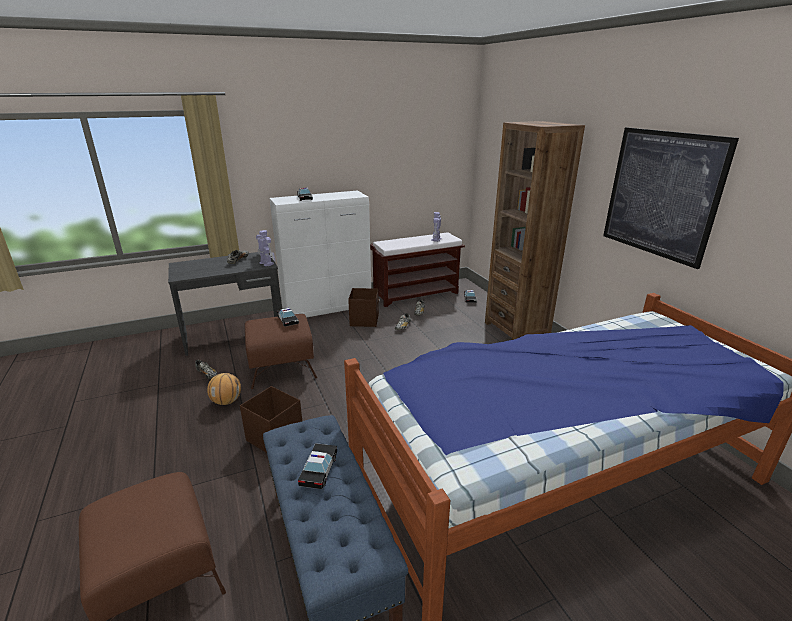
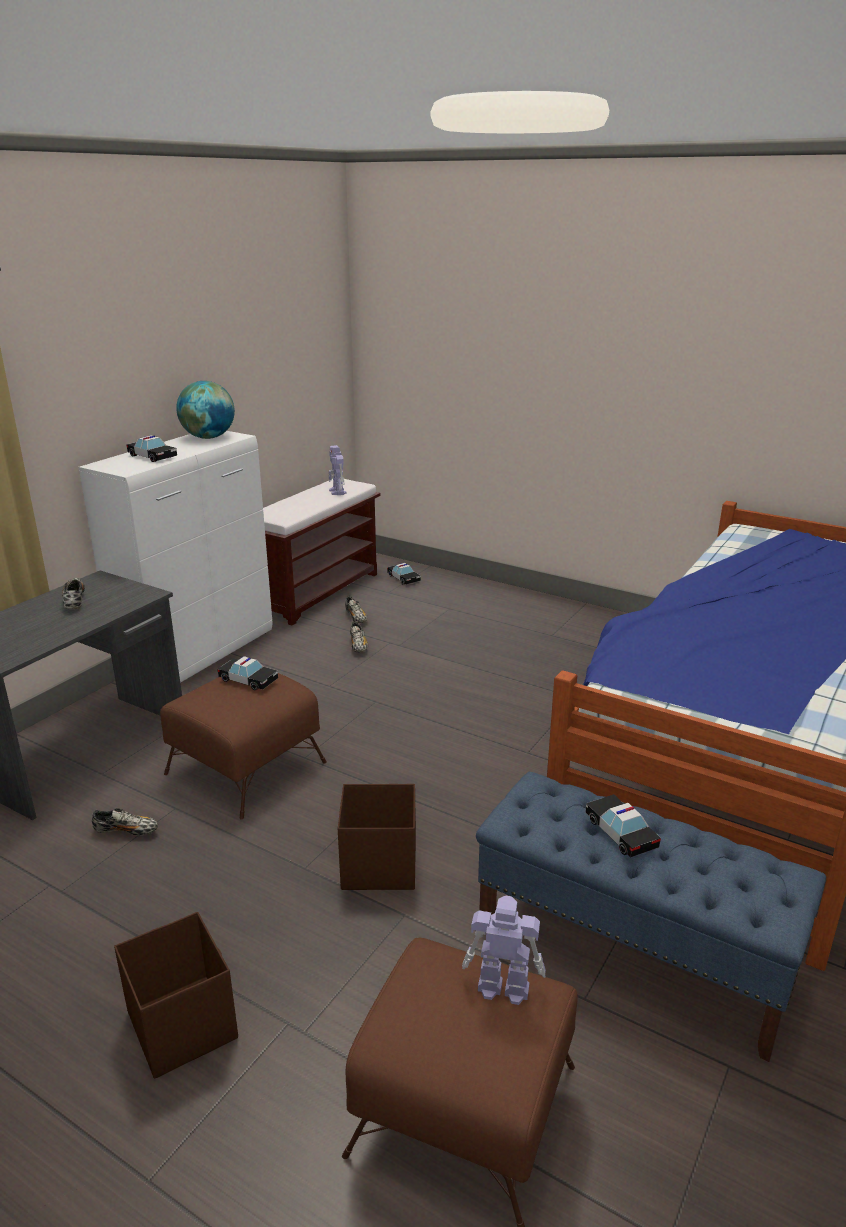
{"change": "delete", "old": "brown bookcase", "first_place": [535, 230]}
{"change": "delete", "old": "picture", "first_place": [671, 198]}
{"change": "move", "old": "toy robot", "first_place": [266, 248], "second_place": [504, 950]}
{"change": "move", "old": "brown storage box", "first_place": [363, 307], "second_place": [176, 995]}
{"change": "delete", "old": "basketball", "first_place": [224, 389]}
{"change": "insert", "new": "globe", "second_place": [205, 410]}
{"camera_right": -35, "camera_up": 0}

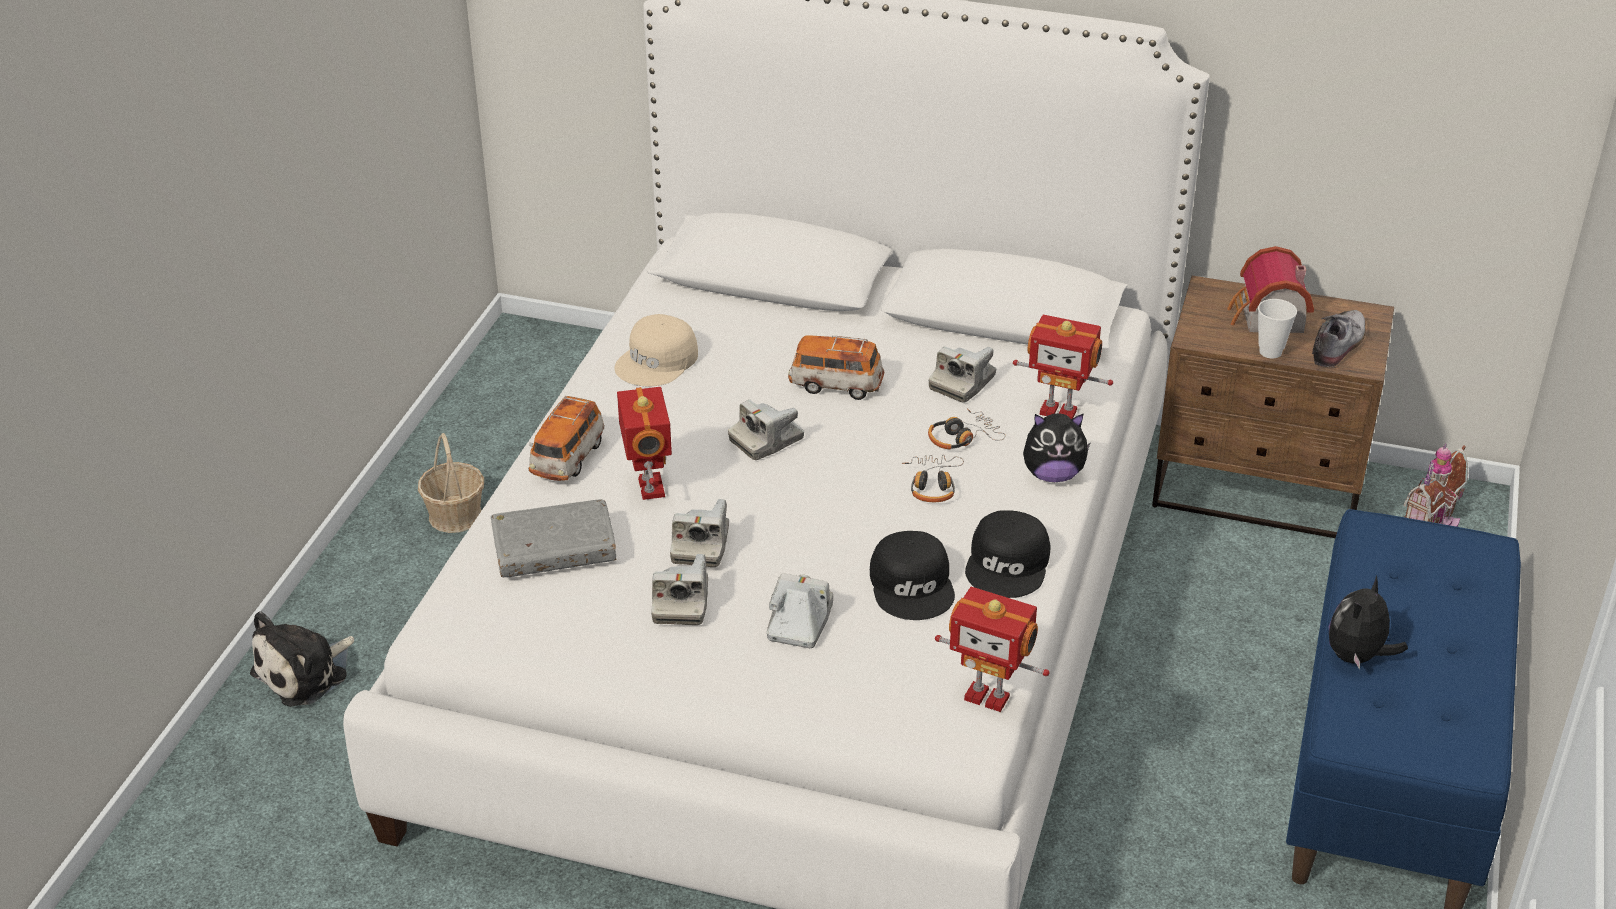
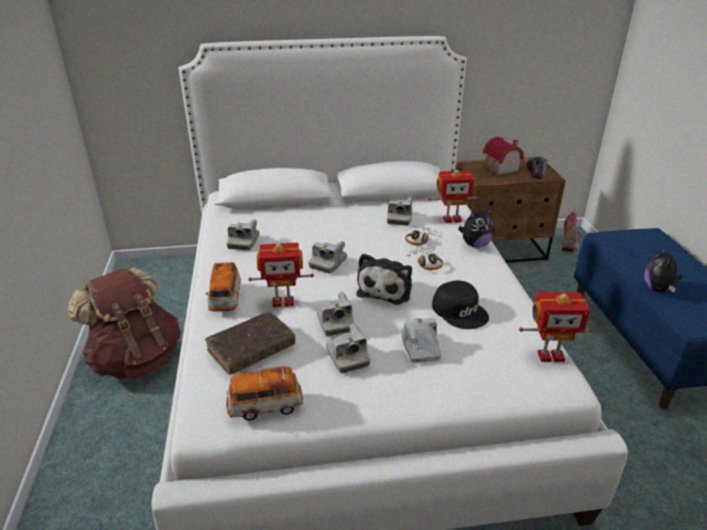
{"change": "delete", "old": "cup", "first_place": [1277, 329]}
{"change": "replace", "old": "beige cap", "new": "photo camera", "first_place": [656, 350], "second_place": [243, 235]}
{"change": "move", "old": "toy car", "first_place": [836, 367], "second_place": [264, 393]}
{"change": "rotate", "old": "toy robot", "first_place": [644, 443], "second_place": [281, 275], "degrees": 120}
{"change": "replace", "old": "basket", "new": "brown backpack", "first_place": [451, 483], "second_place": [124, 323]}
{"change": "recolor", "old": "grey book", "new": "brown book", "first_place": [553, 538], "second_place": [250, 343]}
{"change": "delete", "old": "black cap", "first_place": [1007, 554]}
{"change": "move", "old": "plush toy", "first_place": [302, 659], "second_place": [384, 279]}
{"camera_right": -25, "camera_up": -5}

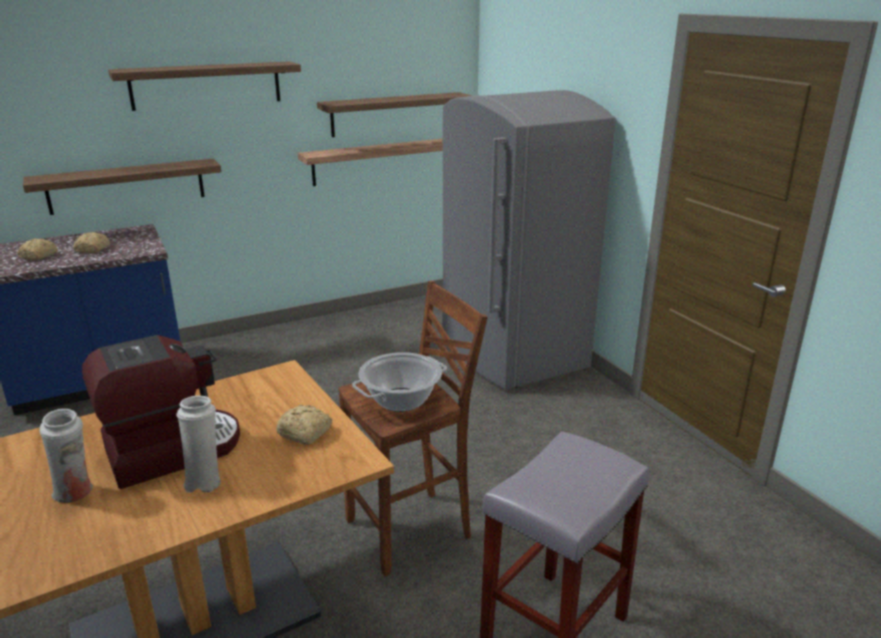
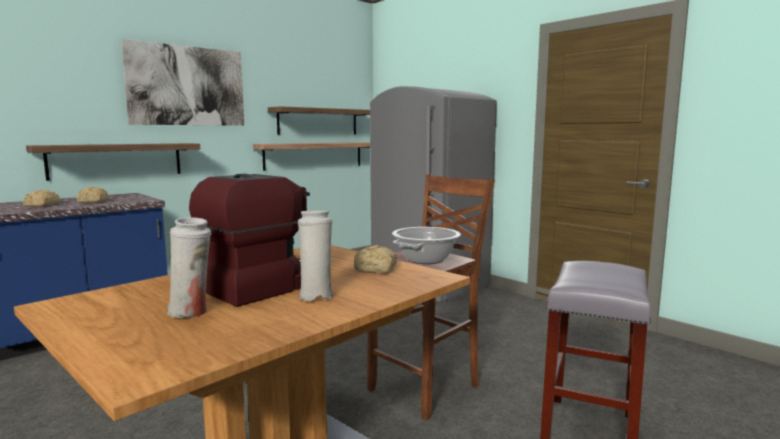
{"change": "replace", "old": "shelf", "new": "picture", "first_place": [204, 86], "second_place": [182, 82]}
{"camera_right": -15, "camera_up": -15}

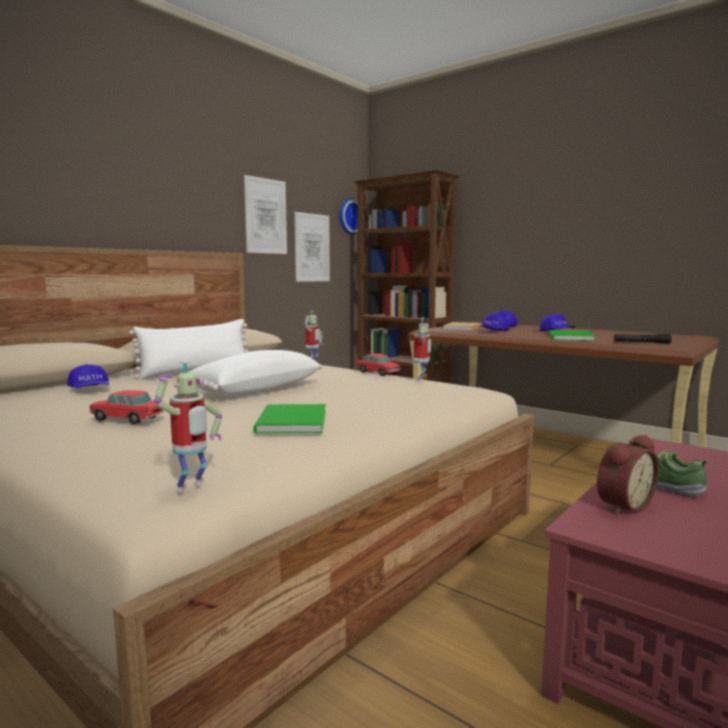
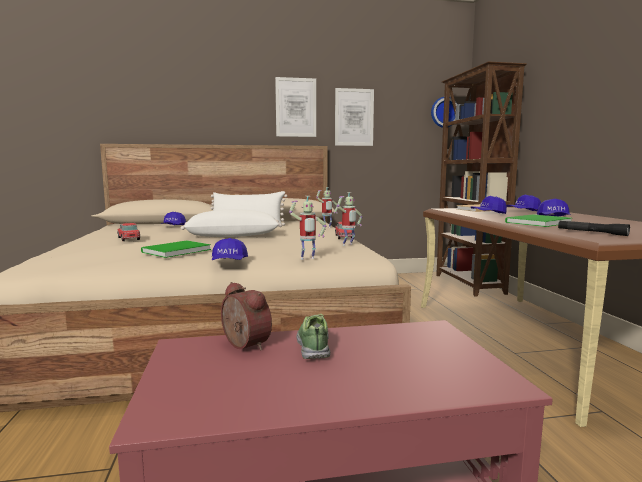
{"change": "move", "old": "picture", "first_place": [312, 247], "second_place": [295, 107]}
{"change": "move", "old": "toy robot", "first_place": [188, 427], "second_place": [307, 228]}
{"change": "rotate", "old": "alarm clock", "first_place": [628, 475], "second_place": [246, 316], "degrees": -135}
{"change": "insert", "new": "blue cap", "second_place": [230, 249]}
{"camera_right": 40, "camera_up": 0}

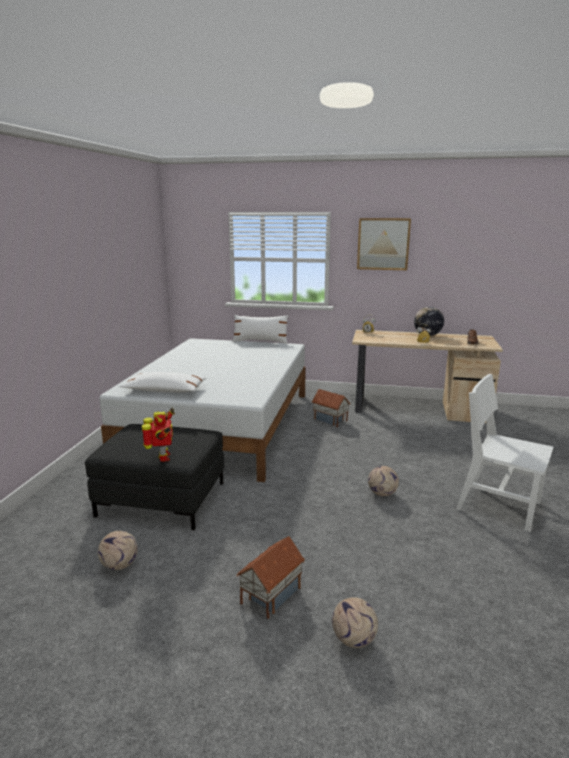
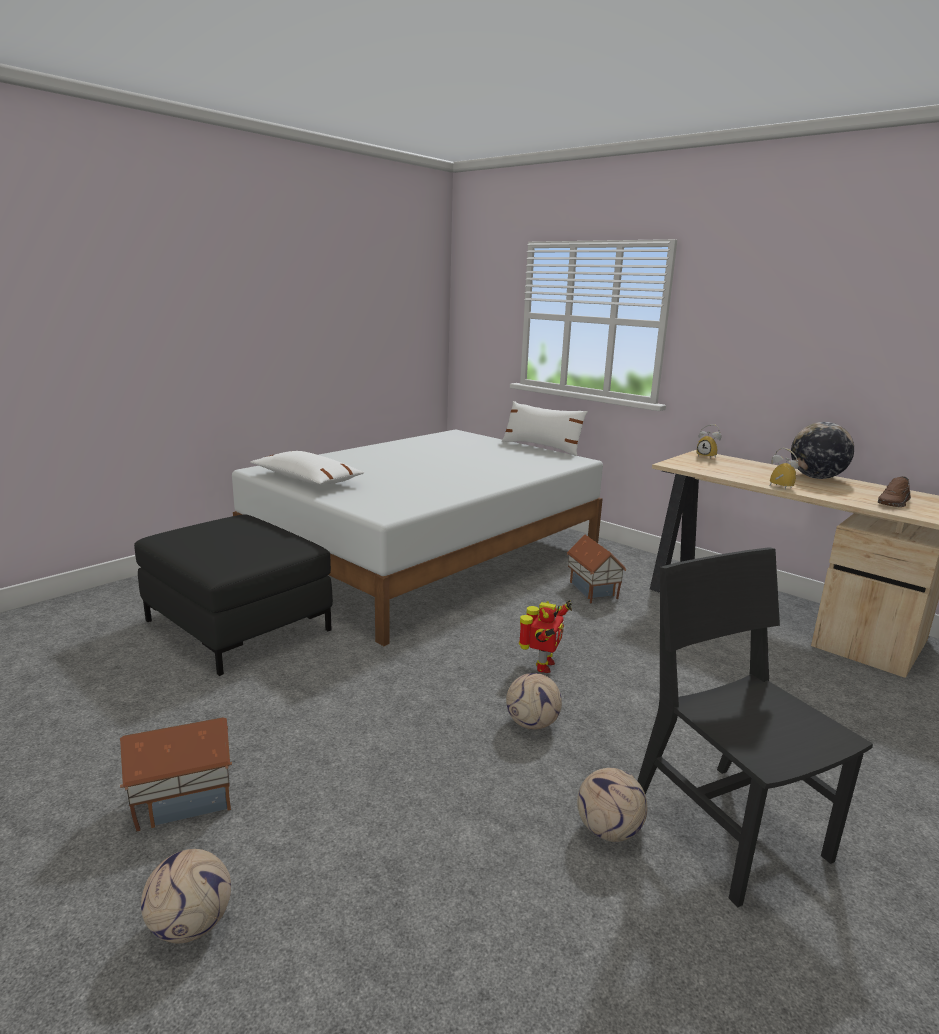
{"change": "delete", "old": "picture", "first_place": [384, 244]}
{"change": "recolor", "old": "white chair", "new": "black chair", "first_place": [504, 453], "second_place": [755, 727]}
{"change": "move", "old": "toy robot", "first_place": [158, 435], "second_place": [545, 636]}
{"change": "move", "old": "football", "first_place": [118, 550], "second_place": [612, 805]}
{"camera_right": 30, "camera_up": 0}

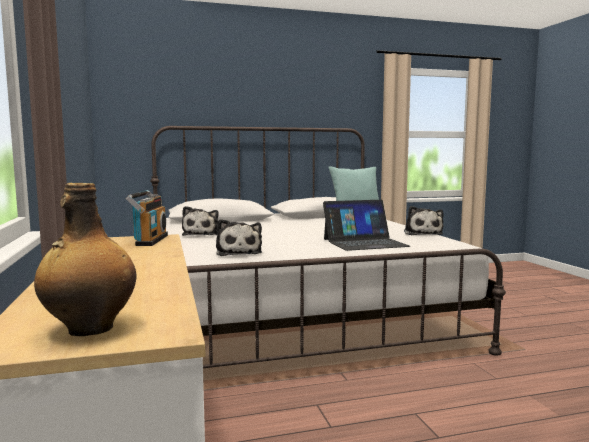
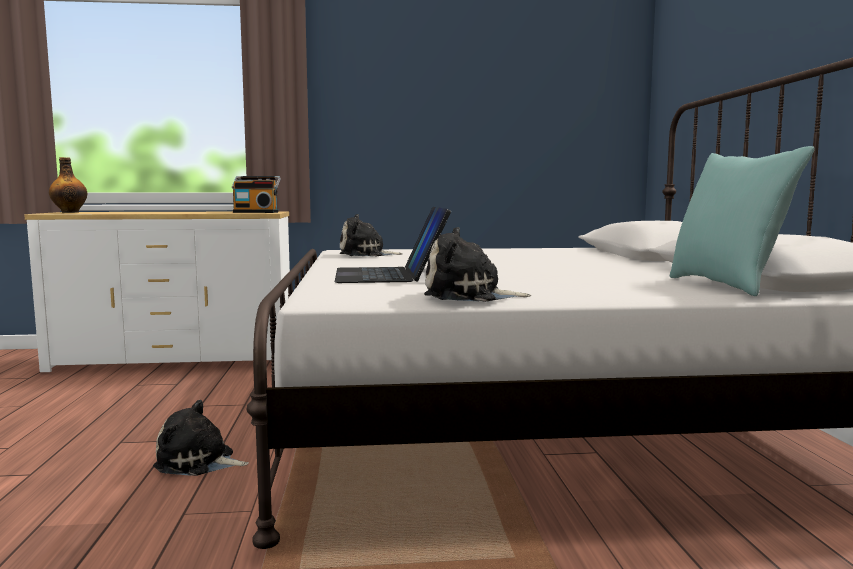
{"change": "move", "old": "plush toy", "first_place": [200, 221], "second_place": [201, 438]}
{"camera_right": 100, "camera_up": 0}

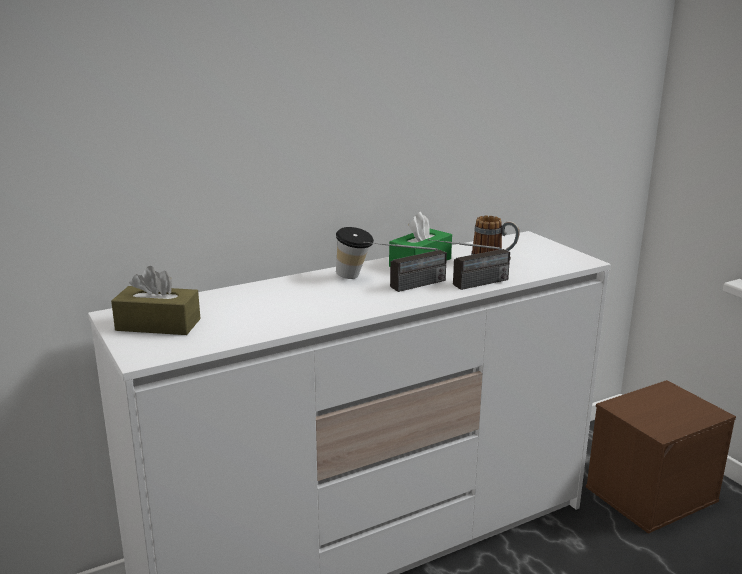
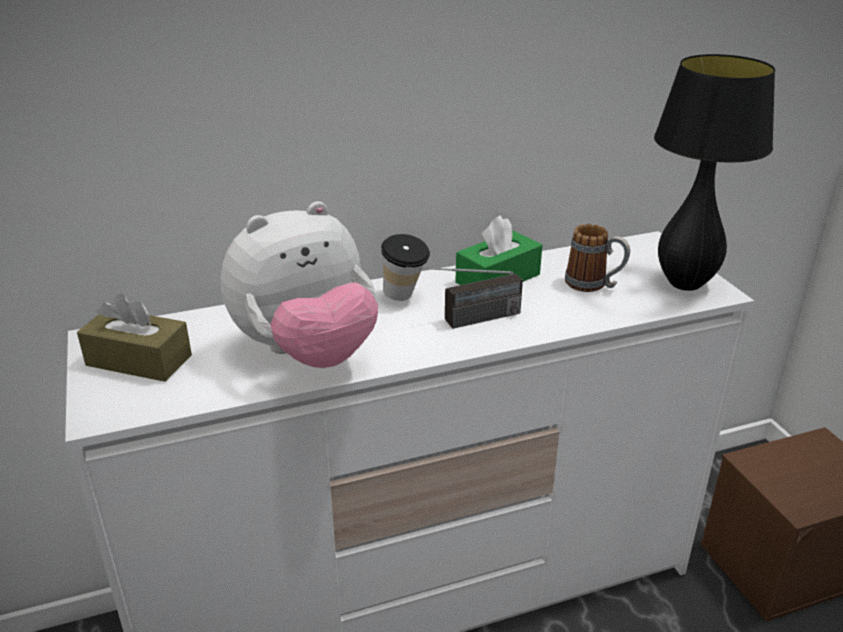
{"change": "delete", "old": "radio", "first_place": [469, 264]}
{"change": "insert", "new": "black table lamp", "second_place": [714, 172]}
{"change": "insert", "new": "plush toy", "second_place": [299, 284]}
{"camera_right": 10, "camera_up": 10}

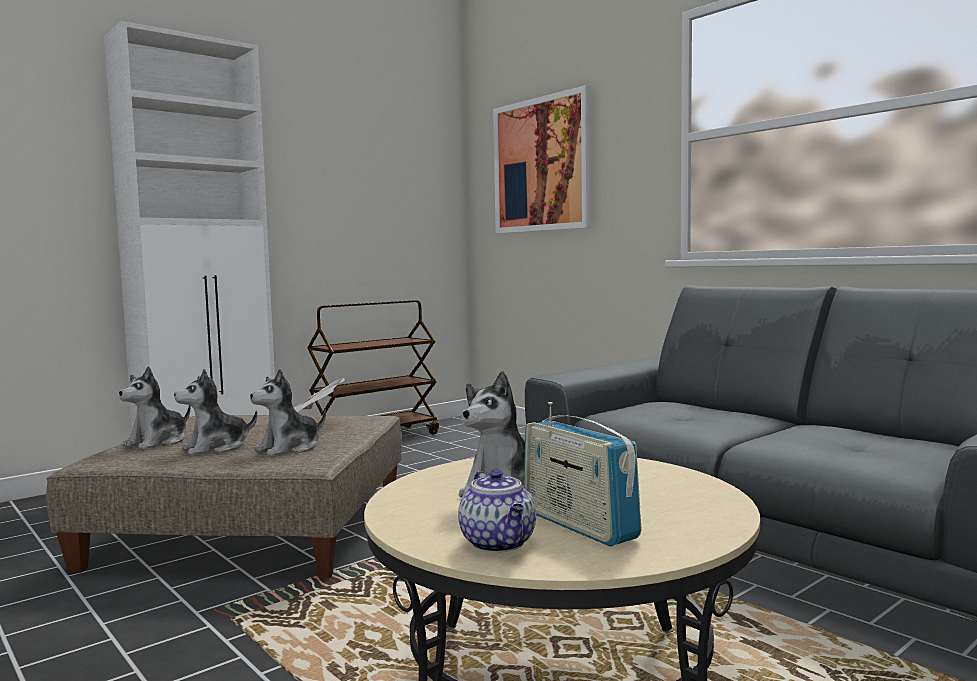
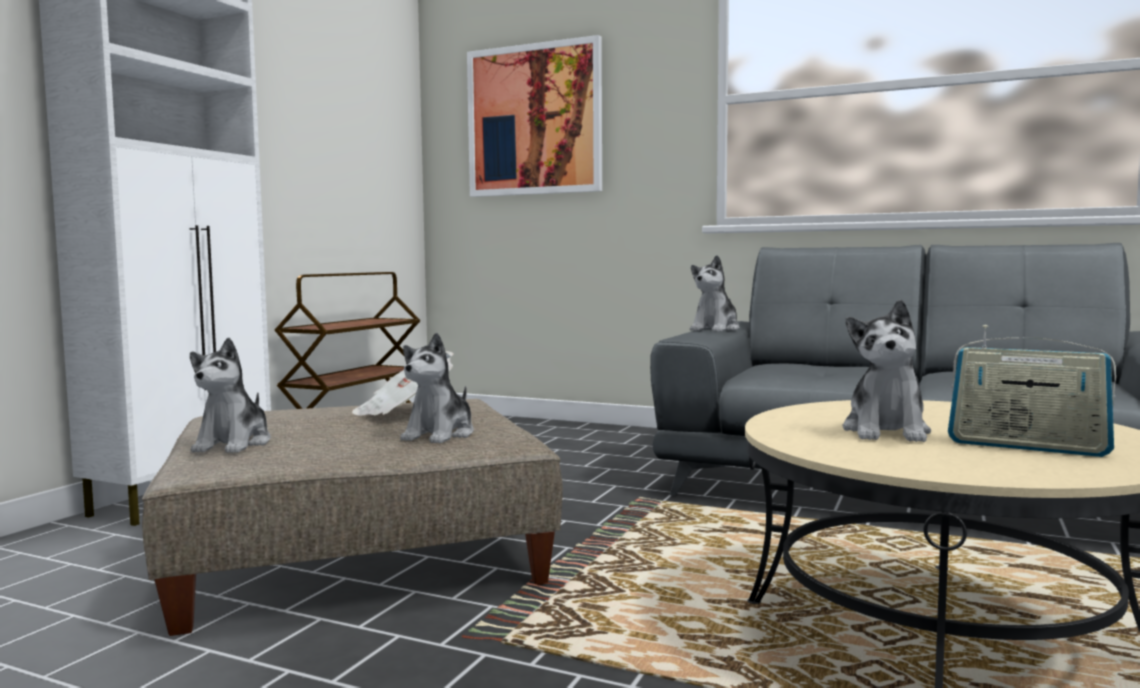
{"change": "move", "old": "plush toy", "first_place": [215, 412], "second_place": [714, 293]}
{"change": "delete", "old": "teapot", "first_place": [497, 511]}
{"camera_right": -25, "camera_up": 0}

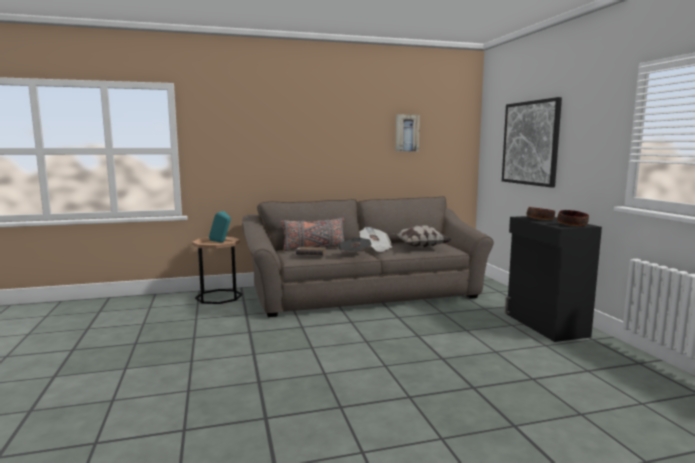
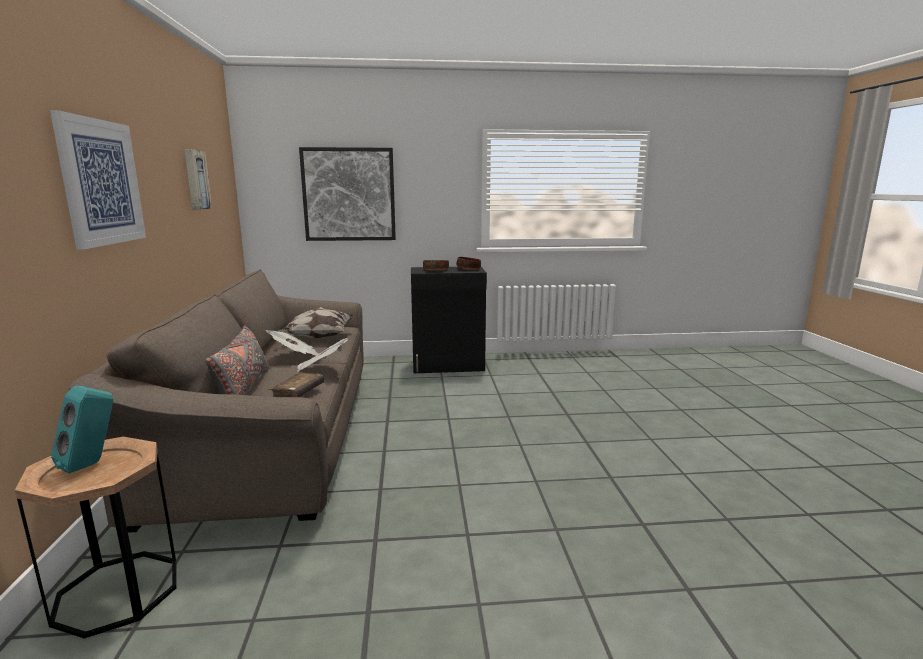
{"change": "insert", "new": "picture", "second_place": [98, 180]}
{"camera_right": -80, "camera_up": 5}

